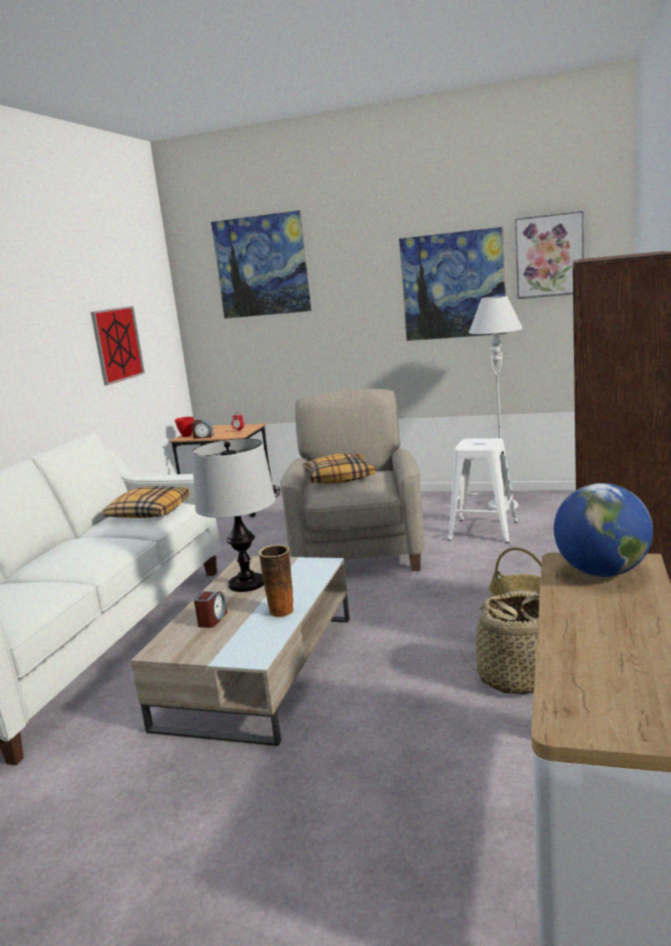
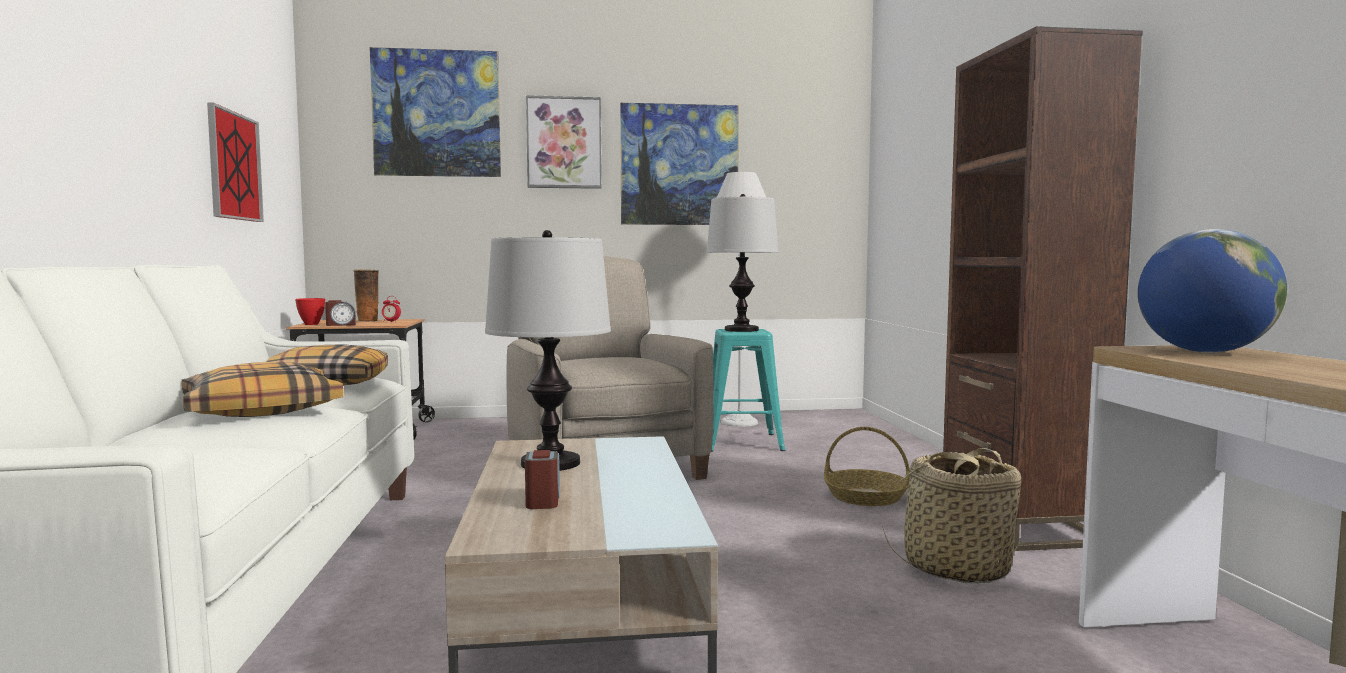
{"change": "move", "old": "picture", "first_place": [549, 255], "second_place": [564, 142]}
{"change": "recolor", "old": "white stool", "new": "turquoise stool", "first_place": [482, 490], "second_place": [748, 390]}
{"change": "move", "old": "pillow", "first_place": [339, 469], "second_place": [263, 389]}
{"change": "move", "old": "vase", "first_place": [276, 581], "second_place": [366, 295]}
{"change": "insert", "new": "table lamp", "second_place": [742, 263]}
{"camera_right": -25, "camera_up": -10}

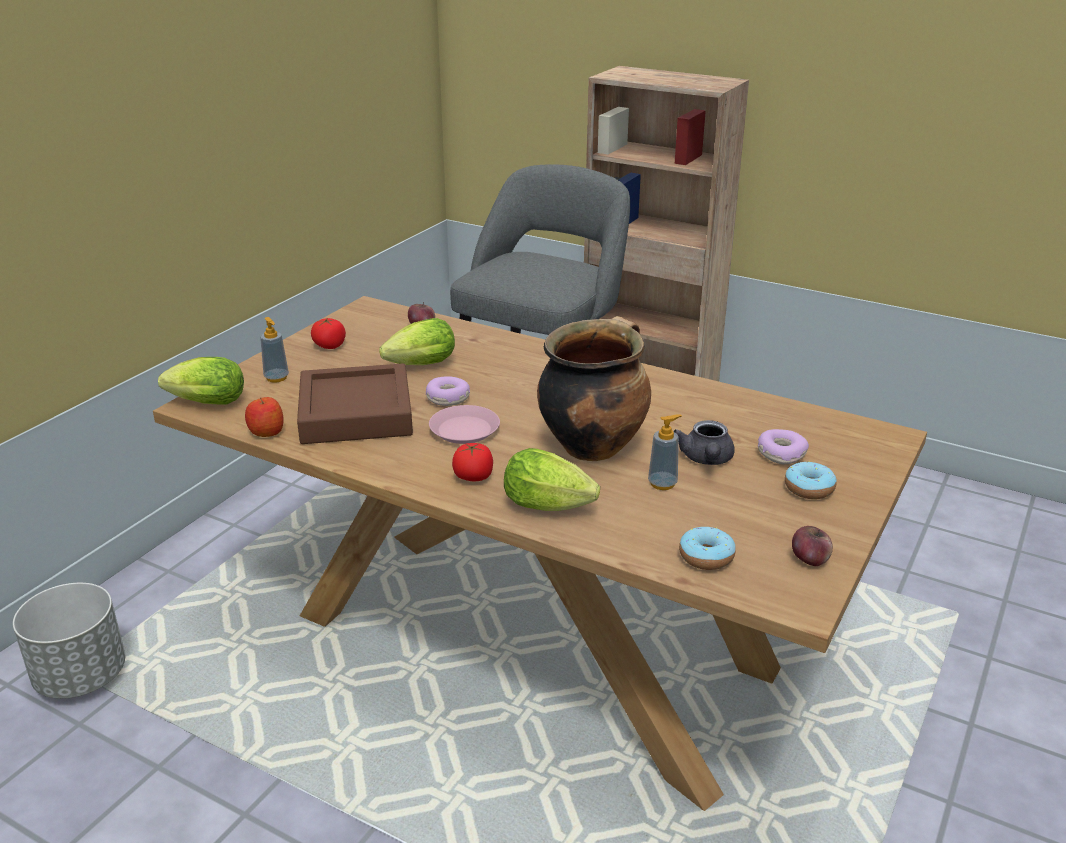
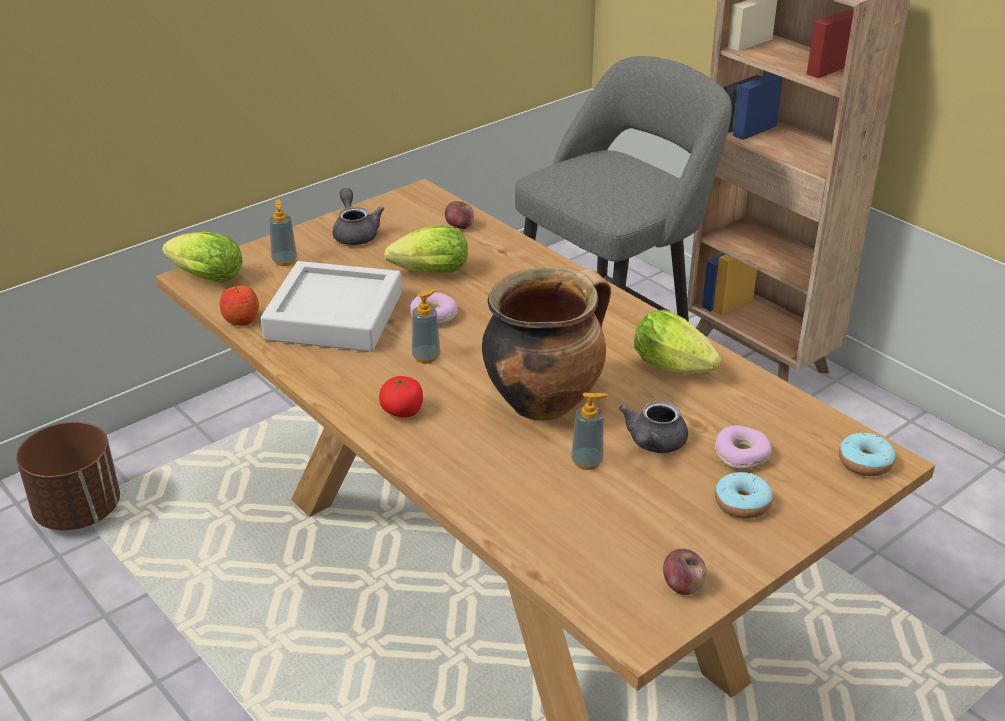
{"change": "replace", "old": "tomato", "new": "grey teapot", "first_place": [328, 333], "second_place": [359, 216]}
{"change": "recolor", "old": "brown tray", "new": "grey tray", "first_place": [355, 403], "second_place": [331, 306]}
{"change": "replace", "old": "pink plate", "new": "soap dispenser", "first_place": [464, 424], "second_place": [426, 326]}
{"change": "move", "old": "lettuce", "first_place": [552, 479], "second_place": [677, 342]}
{"change": "move", "old": "donut", "first_place": [707, 548], "second_place": [867, 454]}
{"change": "recolor", "old": "grey planter", "new": "brown planter", "first_place": [69, 641], "second_place": [68, 476]}
{"camera_right": 20, "camera_up": 5}

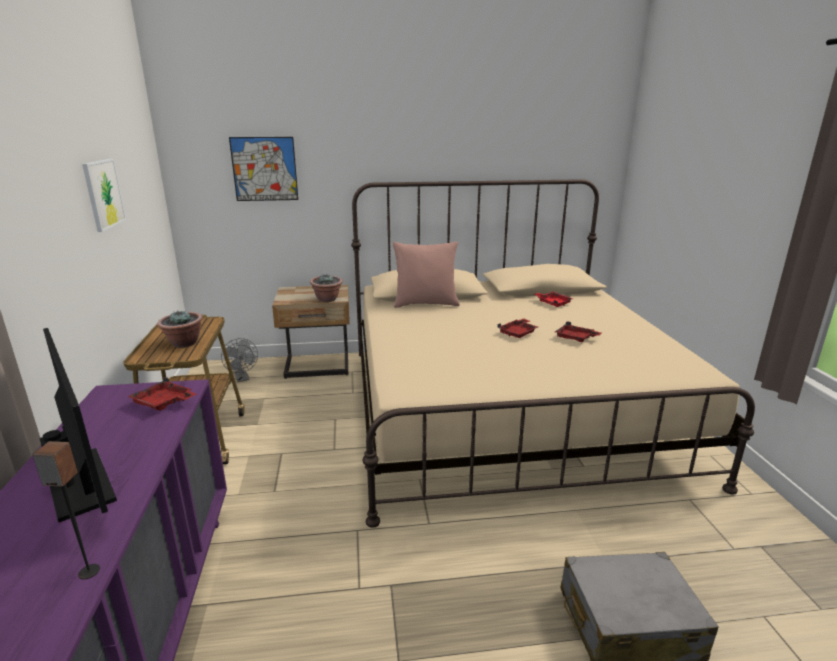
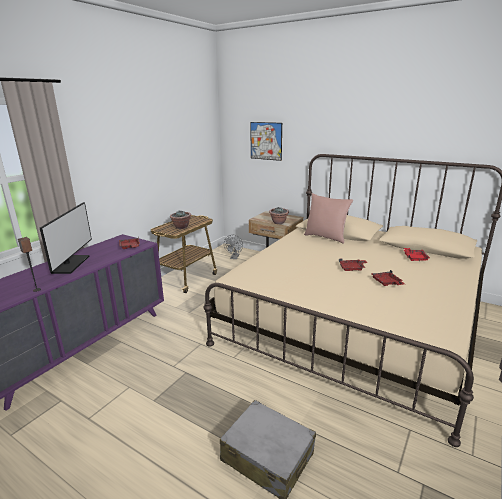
{"change": "delete", "old": "picture", "first_place": [104, 195]}
{"camera_right": 40, "camera_up": 0}

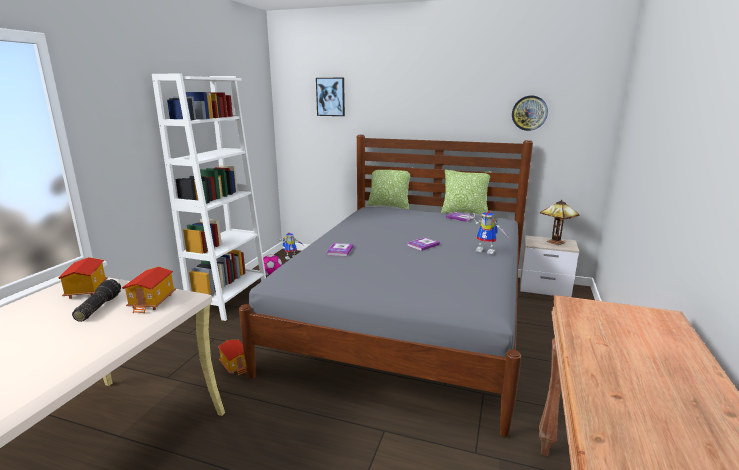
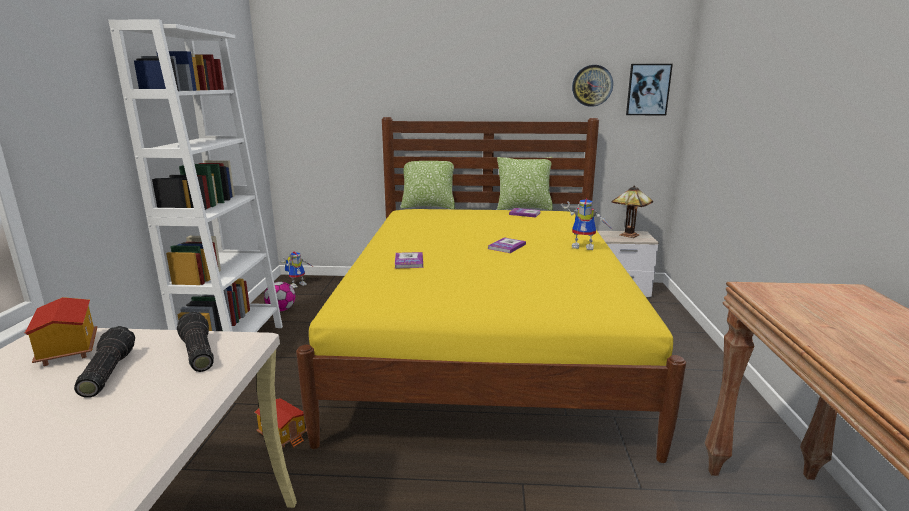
{"change": "move", "old": "picture", "first_place": [330, 97], "second_place": [649, 89]}
{"change": "recolor", "old": "grey bed", "new": "yellow bed", "first_place": [386, 286], "second_place": [491, 290]}
{"change": "replace", "old": "toy house", "new": "flashlight", "first_place": [149, 290], "second_place": [195, 342]}
{"camera_right": -15, "camera_up": 0}

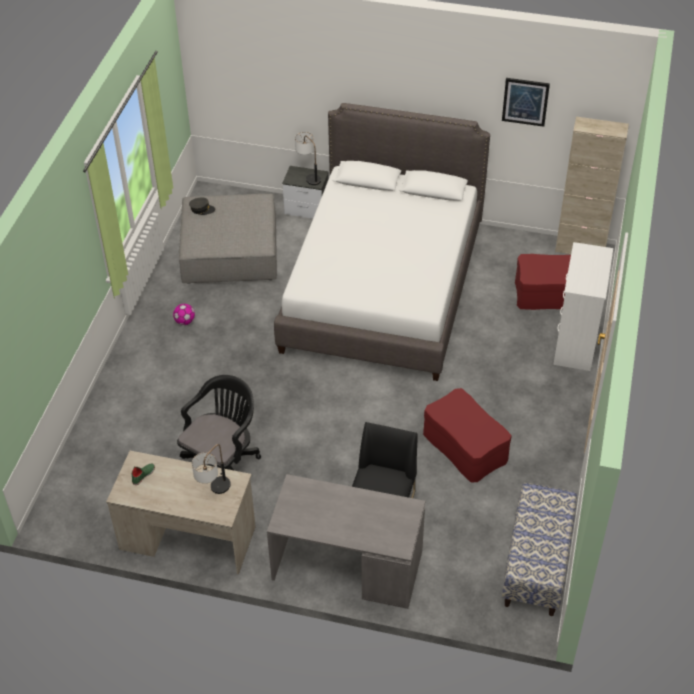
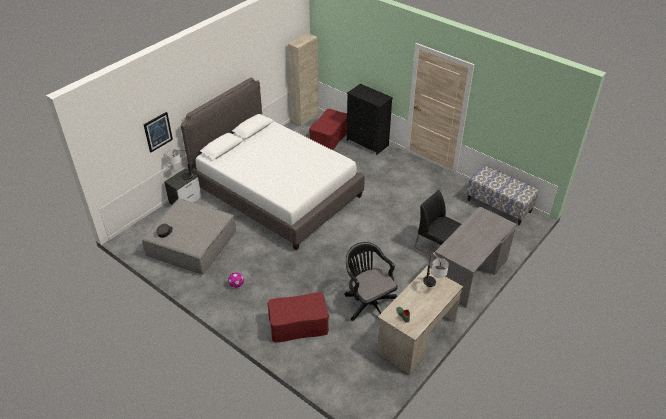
{"change": "move", "old": "picture", "first_place": [526, 102], "second_place": [158, 132]}
{"change": "recolor", "old": "white dresser", "new": "black dresser", "first_place": [583, 306], "second_place": [370, 119]}
{"change": "move", "old": "red ottoman", "first_place": [467, 435], "second_place": [298, 317]}
{"camera_right": -65, "camera_up": -5}

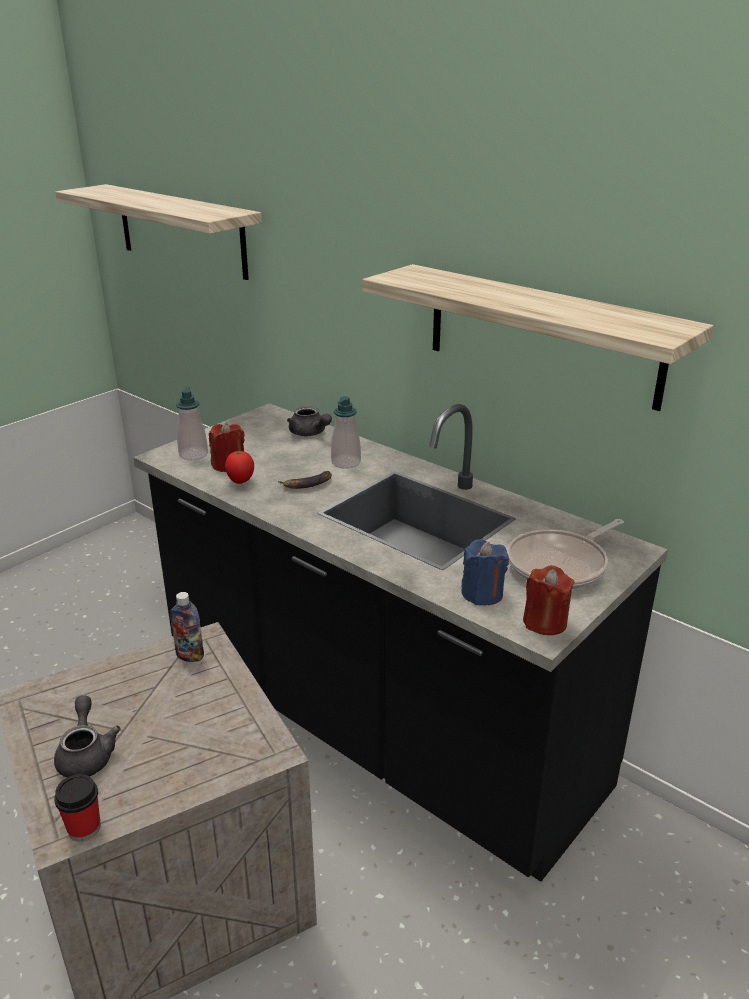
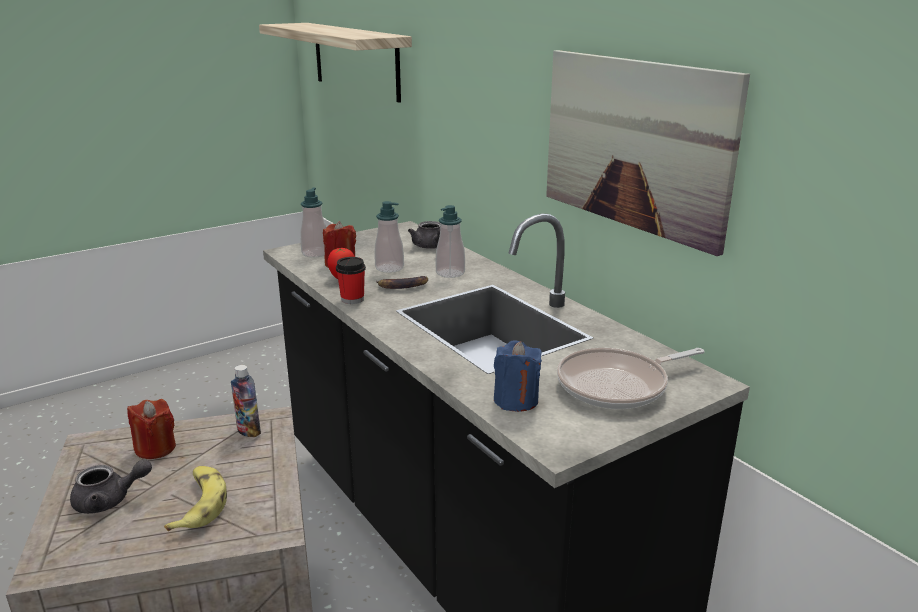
{"change": "replace", "old": "shelf", "new": "picture", "first_place": [538, 337], "second_place": [648, 153]}
{"change": "move", "old": "red candle", "first_place": [548, 600], "second_place": [151, 429]}
{"change": "rotate", "old": "grey teapot", "first_place": [87, 736], "second_place": [111, 486], "degrees": 75}
{"change": "move", "old": "cup", "first_place": [77, 808], "second_place": [351, 280]}
{"change": "insert", "new": "soap dispenser", "second_place": [389, 237]}
{"change": "insert", "new": "banana", "second_place": [195, 498]}
{"camera_right": 15, "camera_up": -5}

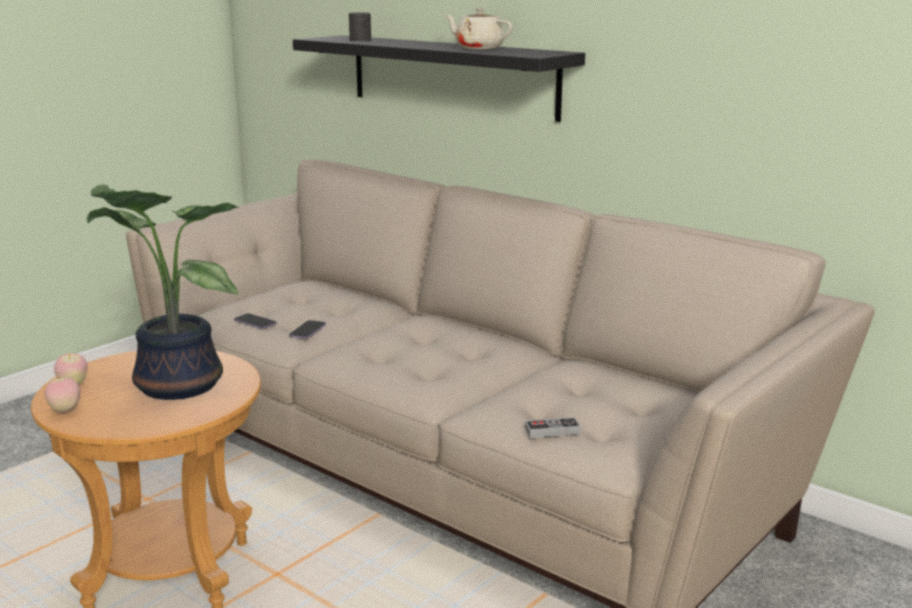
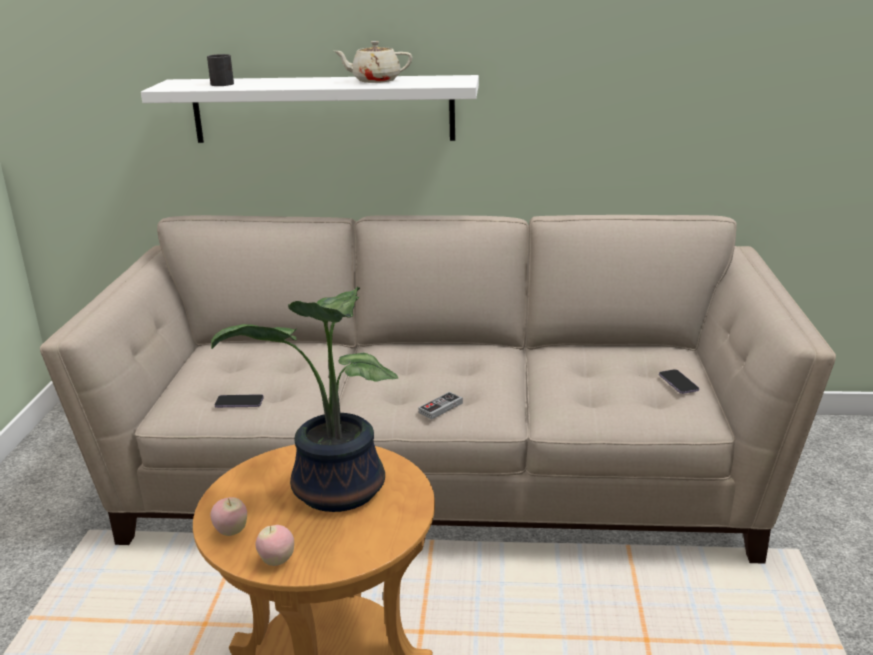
{"change": "recolor", "old": "black shelf", "new": "white shelf", "first_place": [439, 78], "second_place": [310, 109]}
{"change": "move", "old": "phone", "first_place": [307, 329], "second_place": [679, 381]}
{"change": "move", "old": "game controller", "first_place": [553, 427], "second_place": [440, 405]}
{"camera_right": -35, "camera_up": 5}

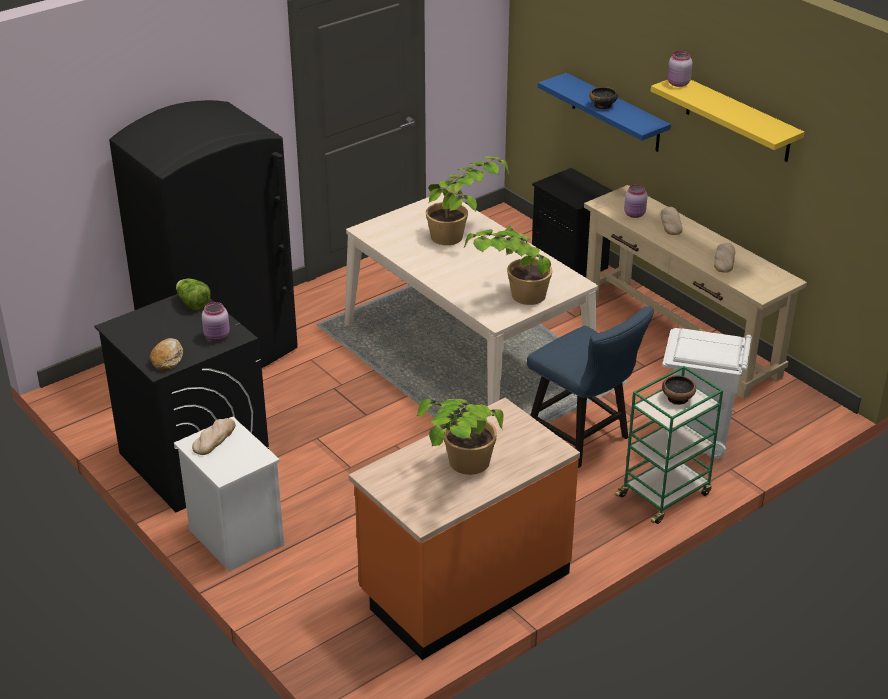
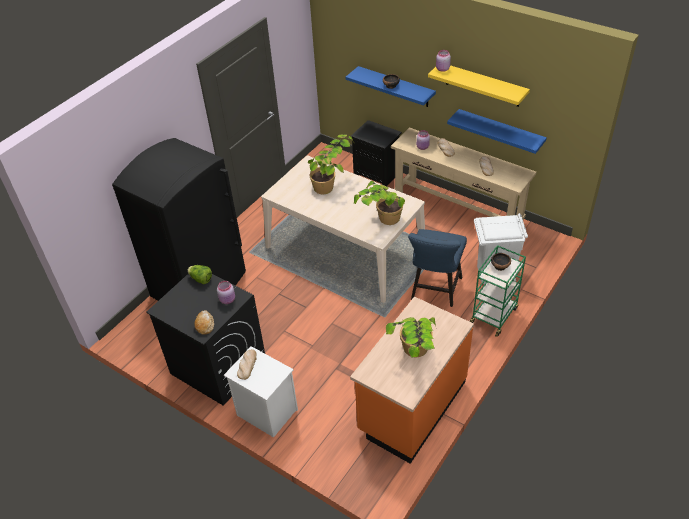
{"change": "rotate", "old": "blue chair", "first_place": [590, 387], "second_place": [437, 268], "degrees": 75}
{"change": "insert", "new": "blue shelf", "second_place": [497, 131]}
{"camera_right": -15, "camera_up": 10}

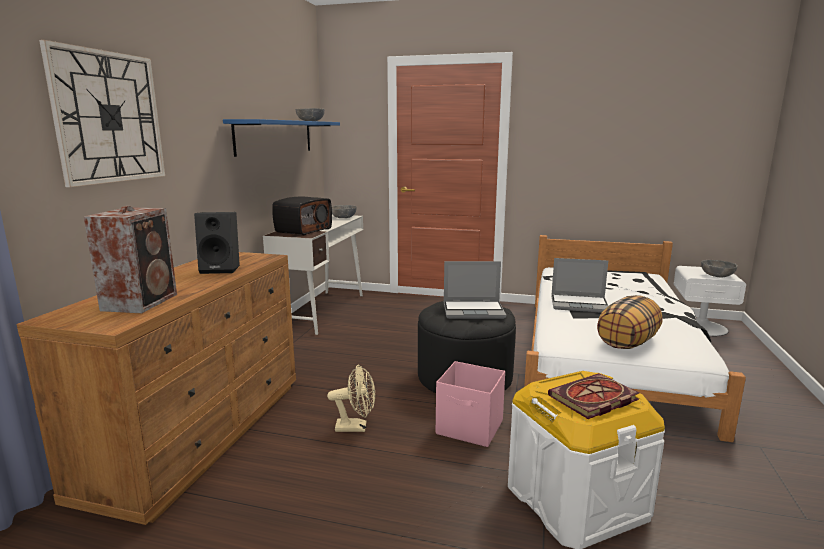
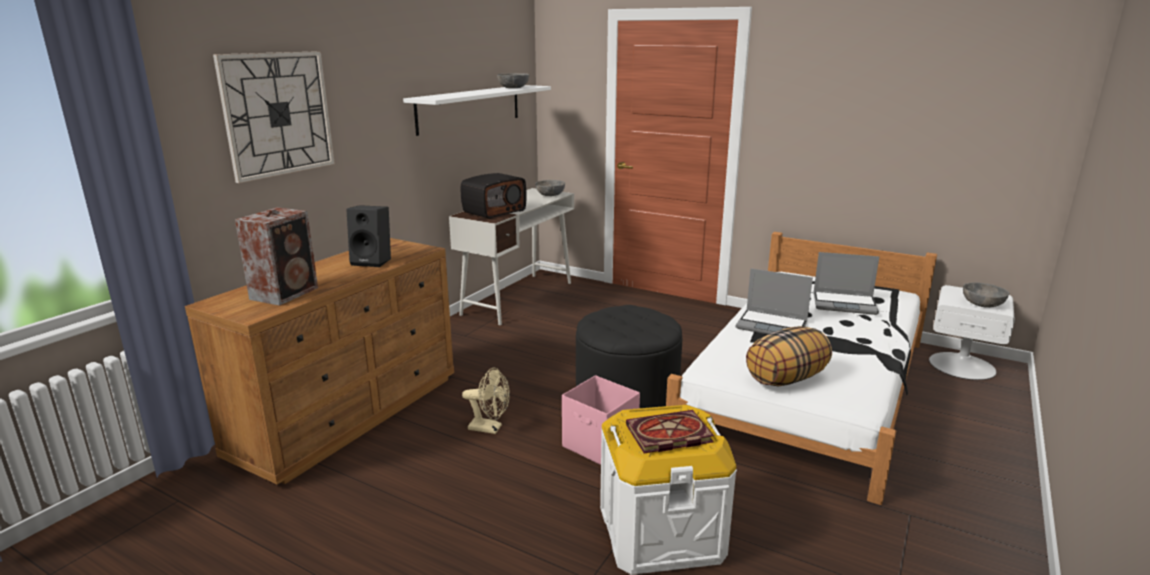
{"change": "recolor", "old": "blue shelf", "new": "white shelf", "first_place": [281, 138], "second_place": [477, 110]}
{"change": "move", "old": "laptop", "first_place": [475, 290], "second_place": [846, 283]}
{"camera_right": 15, "camera_up": 5}

